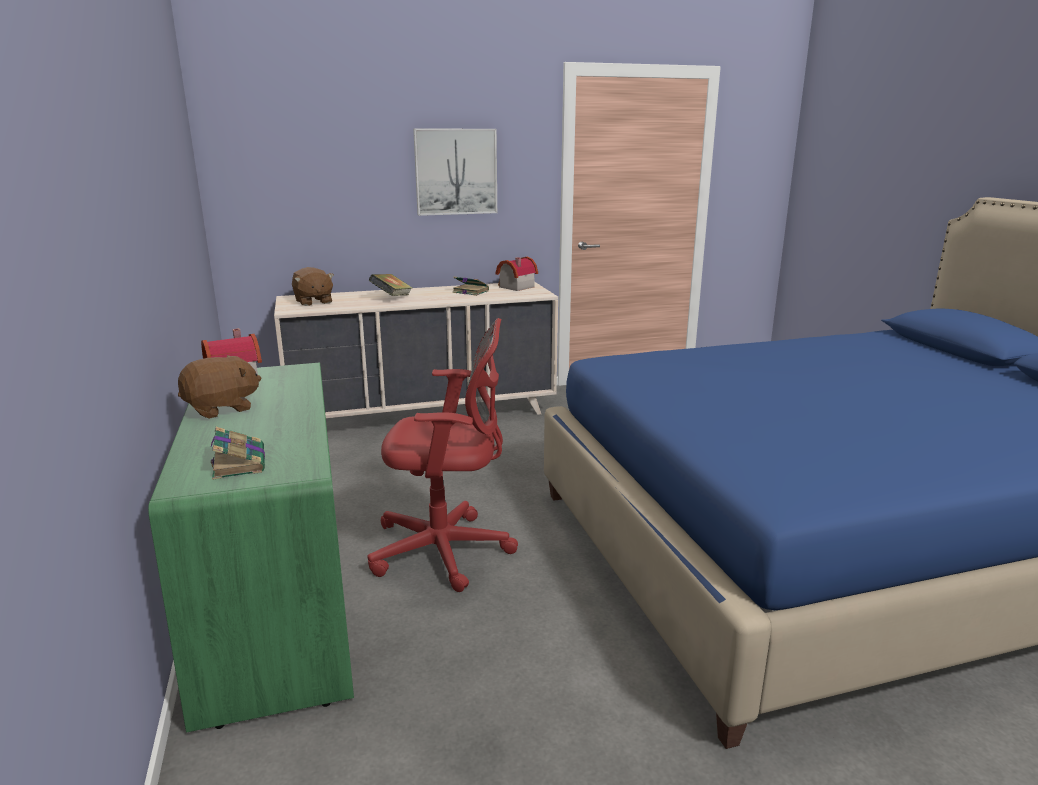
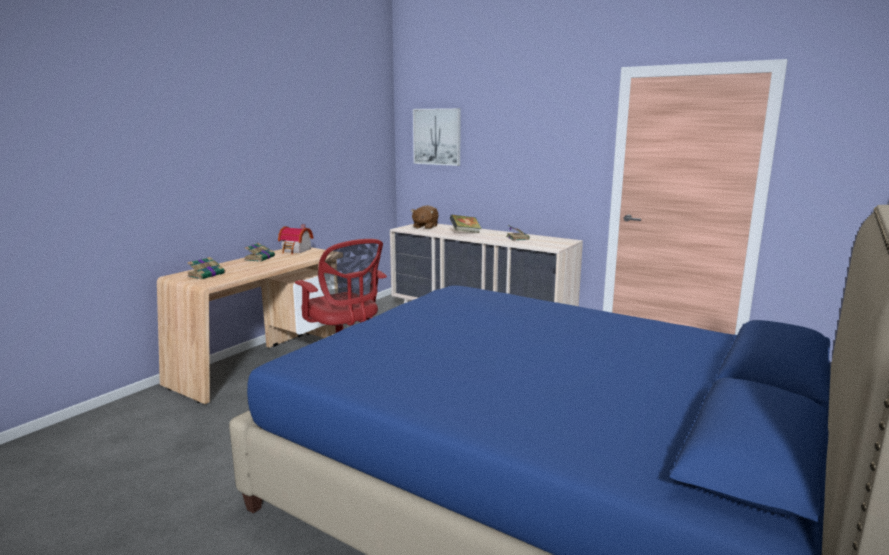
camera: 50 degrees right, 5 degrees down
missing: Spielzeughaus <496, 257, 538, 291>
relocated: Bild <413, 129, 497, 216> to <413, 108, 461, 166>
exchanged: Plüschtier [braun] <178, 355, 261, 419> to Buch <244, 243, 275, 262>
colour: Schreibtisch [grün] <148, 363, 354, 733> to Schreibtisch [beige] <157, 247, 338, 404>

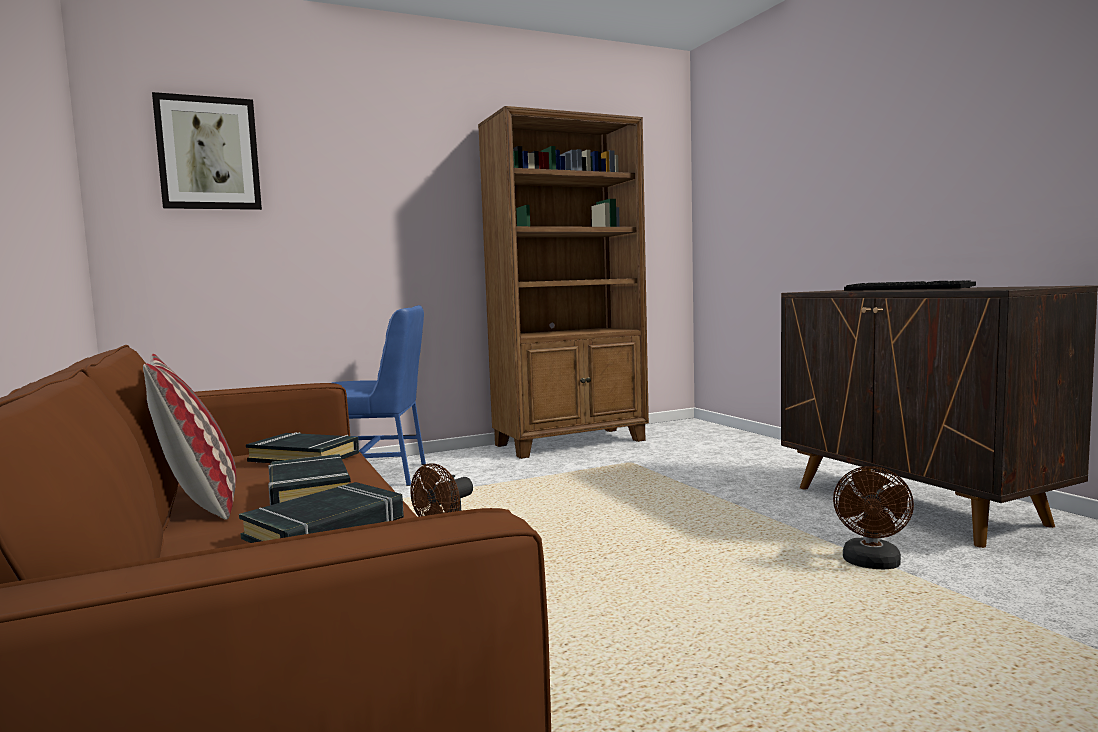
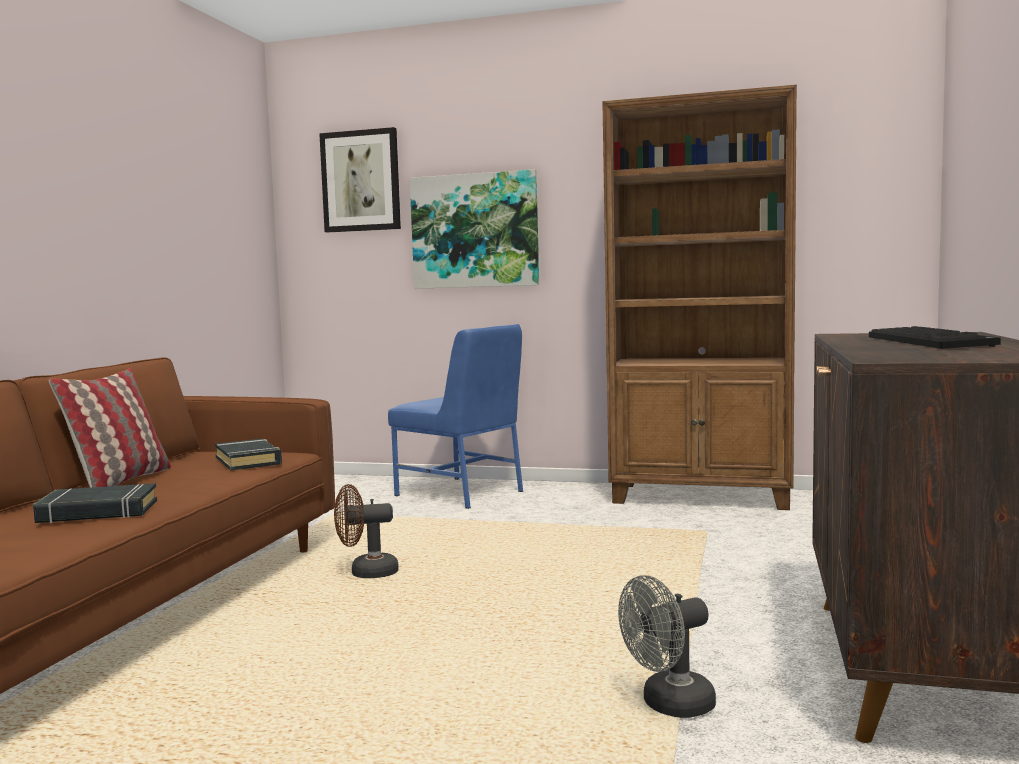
camera: 40 degrees right, 0 degrees up
missing: Buch [schwarz] <268, 454, 351, 505>
appeared: Bild <410, 169, 539, 289>
colour: Ventilator [braun] <833, 466, 914, 569> to Ventilator [grau] <618, 575, 716, 718>

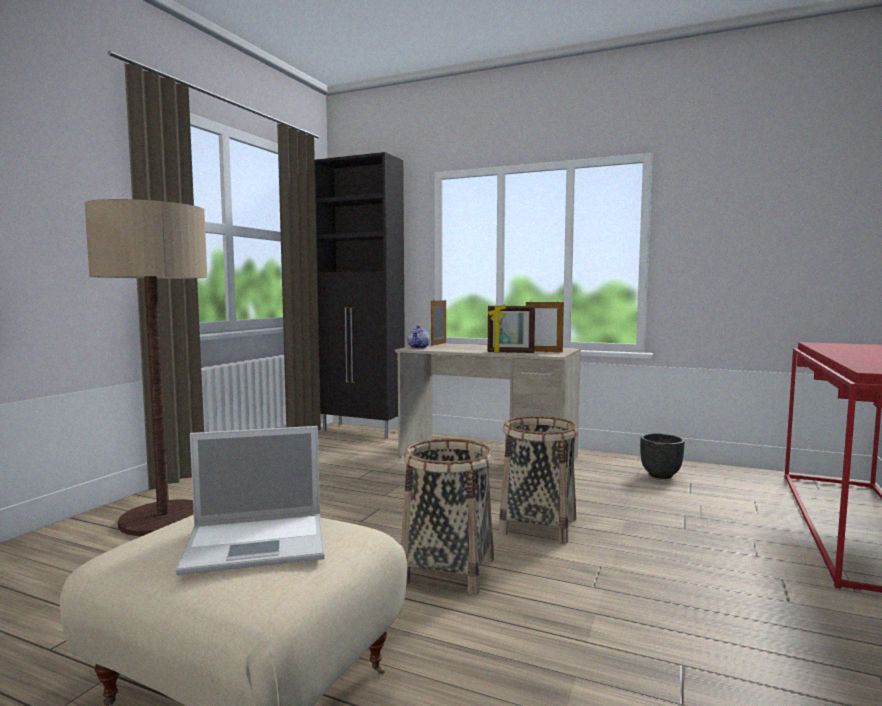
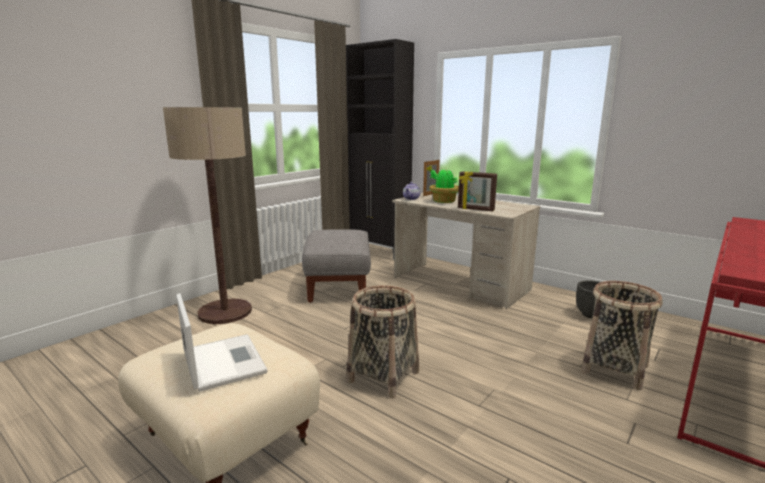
camera: 15 degrees right, 10 degrees up
missing: Bilderrahmen <526, 300, 564, 352>
appeared: Polsterhocker [grau] <302, 229, 371, 303>; Topfpflanze <426, 165, 459, 203>
relocated: Korb <499, 416, 578, 544> to <581, 281, 663, 390>
spun: Laptop <176, 426, 324, 575> = <176, 293, 268, 392> 120 degrees counterclockwise

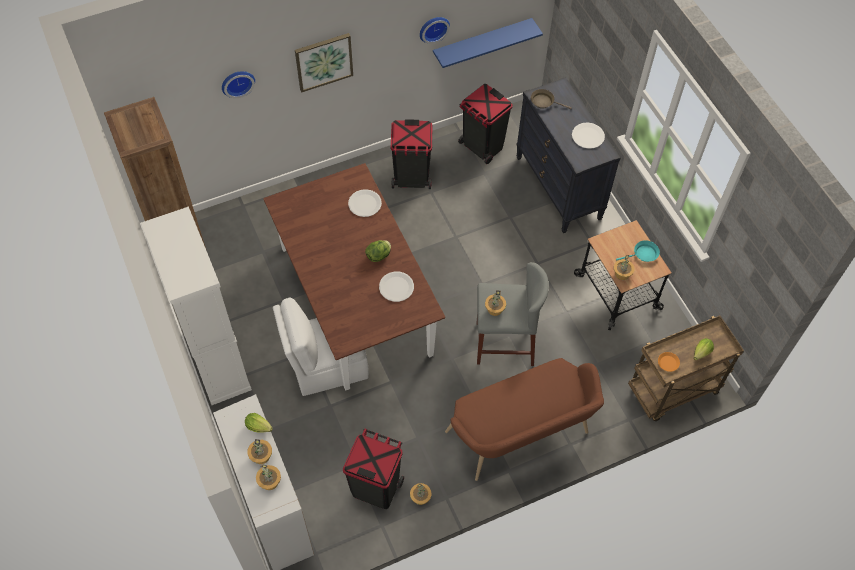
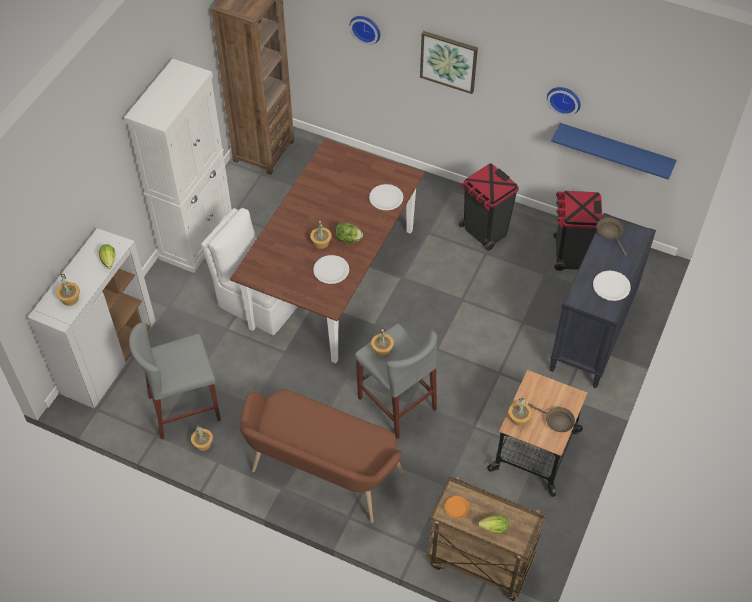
camera: 50 degrees right, 5 degrees down
relocated: Topfpflanze <247, 439, 272, 464> to <310, 219, 332, 249>
exchanged: Mülleimer [schwarz] <343, 429, 404, 509> to Hocker [grau] <129, 322, 221, 439>
colour: Pfanne [türkis] <616, 240, 660, 262> to Pfanne [braun] <527, 403, 575, 432>

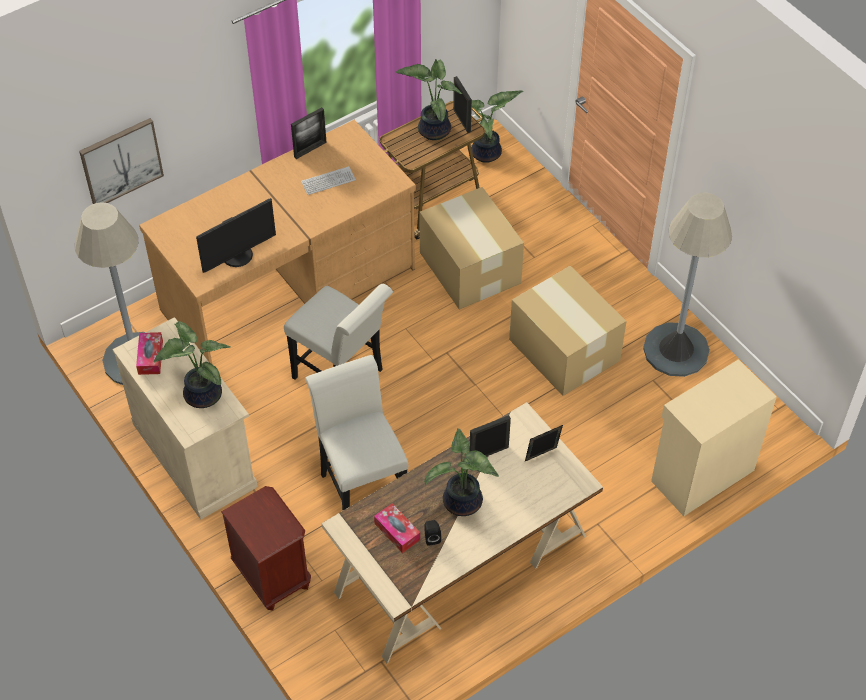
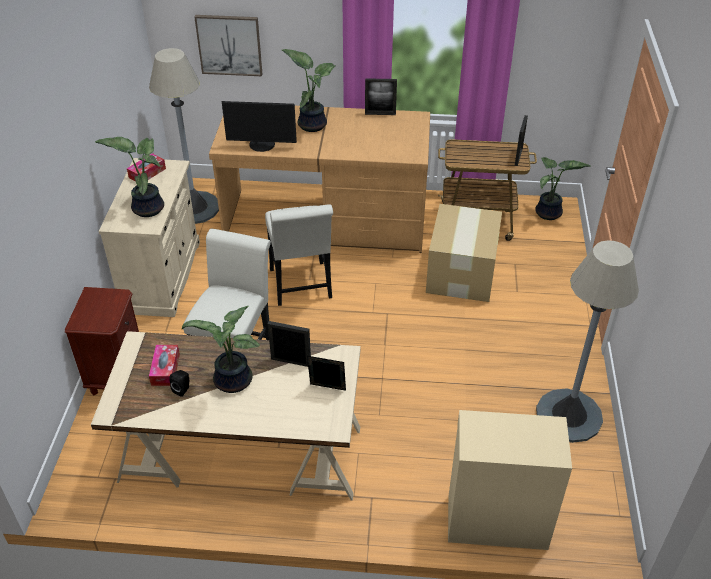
camera: 40 degrees right, 10 degrees down
missing: Tastatur <301, 166, 356, 195>; Karton <509, 266, 627, 396>
relocated: Topfpflanze <395, 59, 462, 140> to <282, 49, 336, 132>

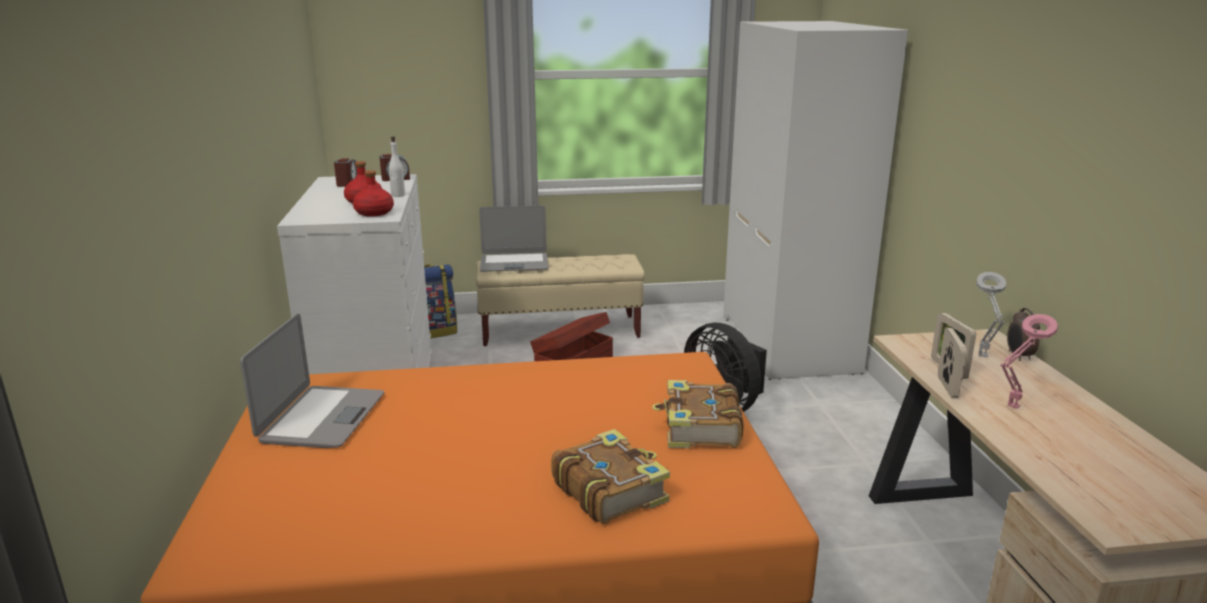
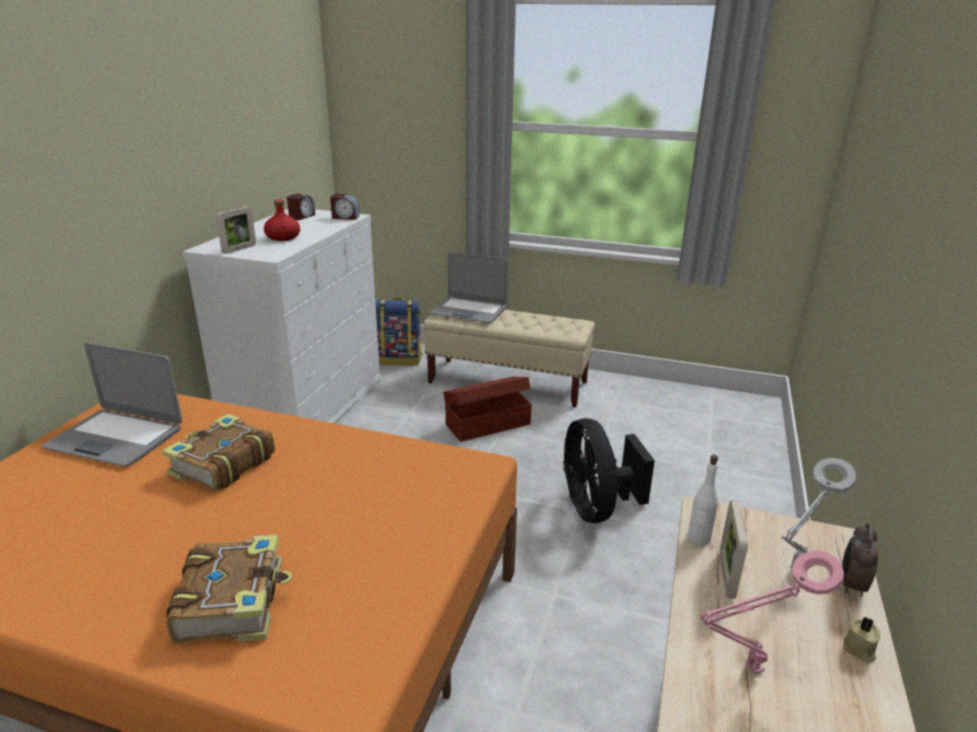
camera: 25 degrees right, 5 degrees up
missing: Flasche [rot] <353, 170, 394, 217>; Kleiderschrank [weiß] <723, 21, 908, 380>
appeared: Kerze [beige] <843, 617, 880, 663>
relocated: Flasche [weiß] <389, 136, 405, 197> to <687, 455, 718, 545>; Buch <652, 380, 744, 448> to <162, 414, 275, 492>; Bilderrahmen <938, 328, 967, 398> to <216, 207, 256, 254>
spun: Laptop <240, 314, 384, 448> = <42, 343, 182, 467> 75 degrees clockwise

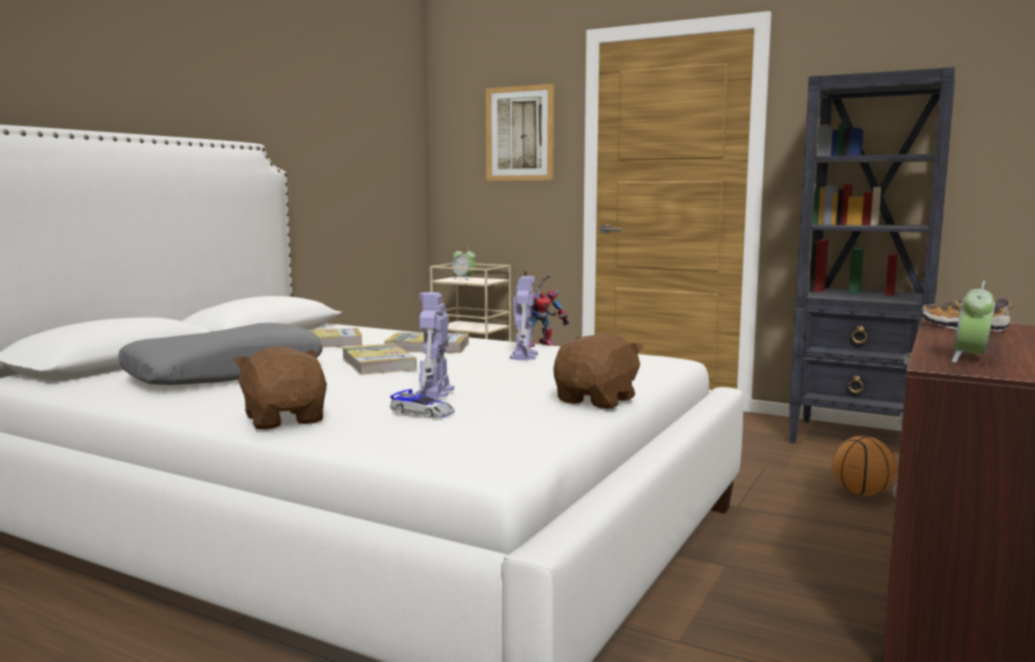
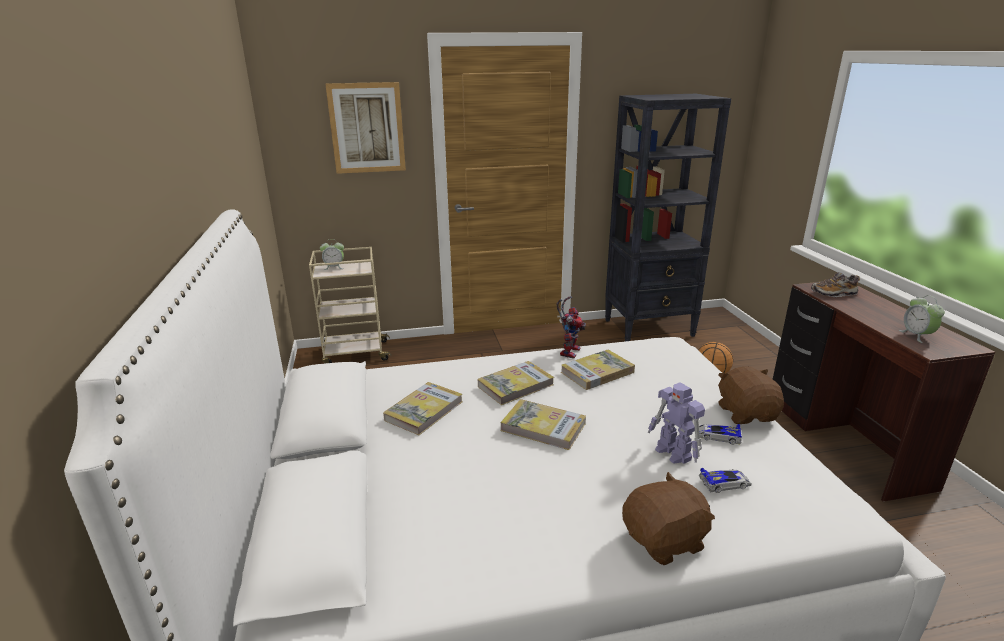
camera: 40 degrees left, 15 degrees up
missing: Kissen [grau] <118, 323, 323, 385>
appeared: Spielzeugauto <699, 424, 742, 445>
exchanged: Spielzeugroboter <510, 276, 538, 360> to Buch <561, 350, 635, 390>
spun: Plüschtier [braun] <233, 346, 327, 430> = <622, 472, 715, 565> 135 degrees clockwise

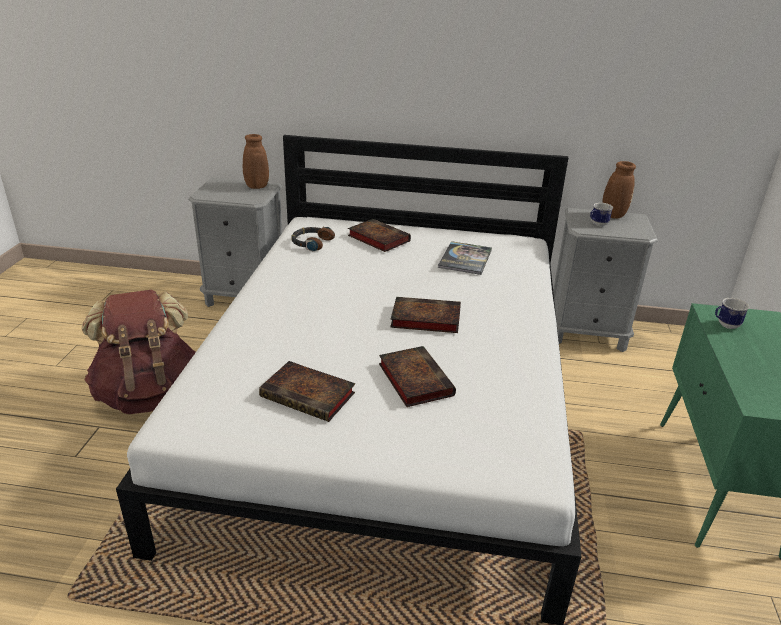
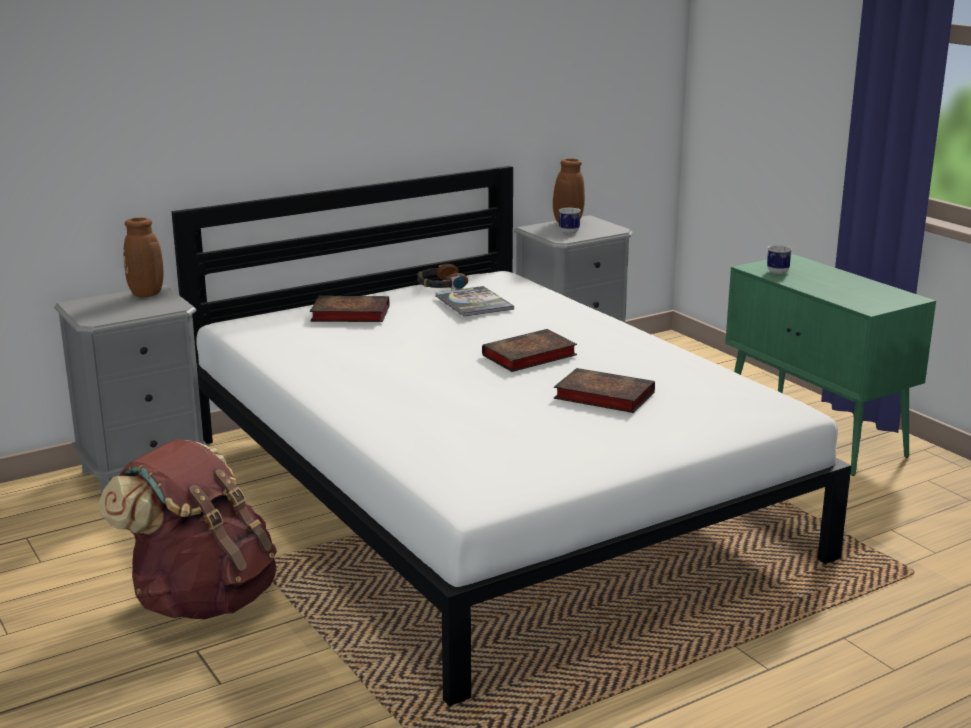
camera: 40 degrees left, 10 degrees down
missing: Buch <259, 361, 355, 422>
relocated: Kopfhörer <291, 227, 335, 251> to <417, 263, 468, 290>

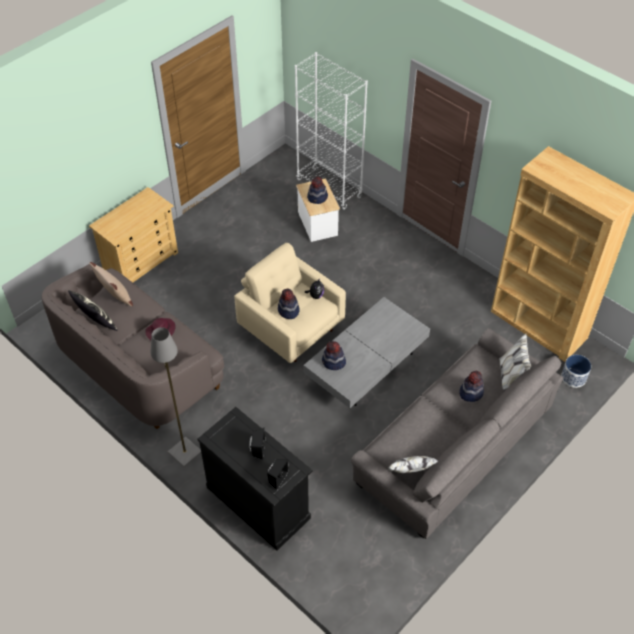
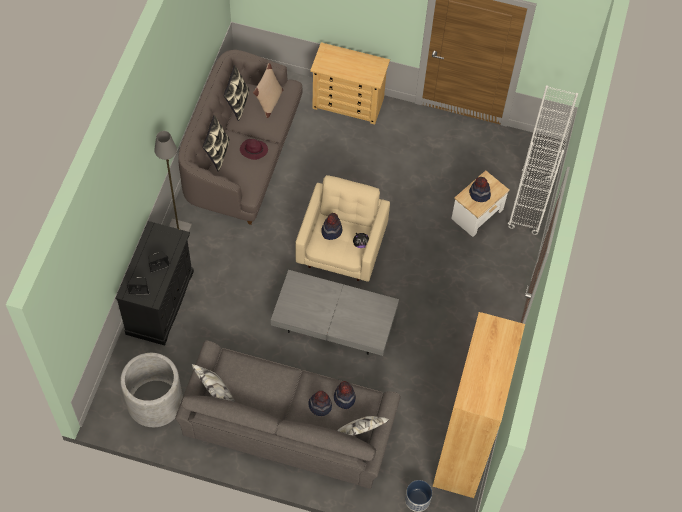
camera: 60 degrees right, 10 degrees up
appeared: Pflanzkübel [grau] <120, 353, 183, 427>; Kissen <202, 115, 230, 172>
relocated: Hut <322, 341, 346, 370> to <334, 381, 356, 409>

